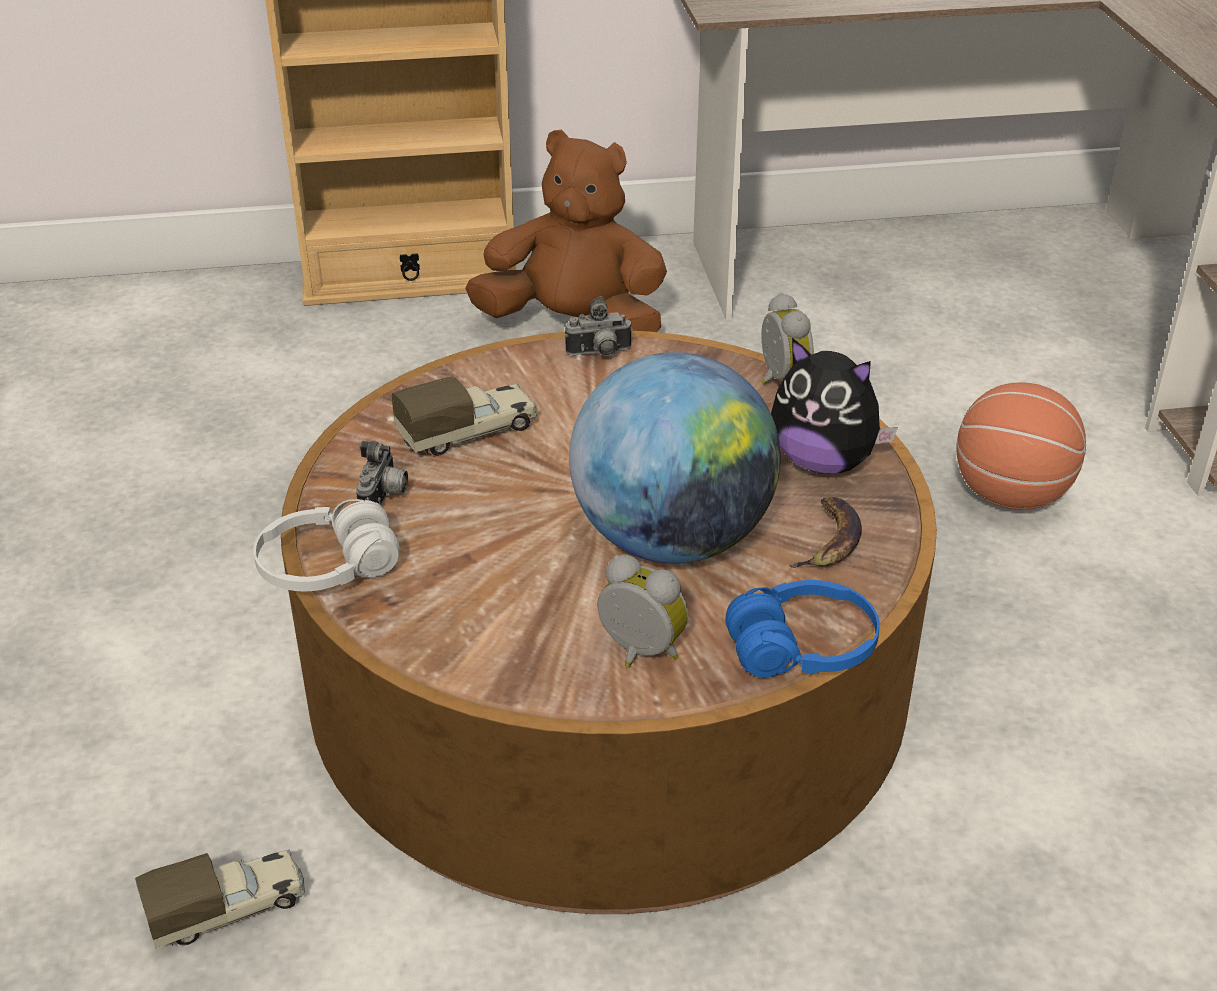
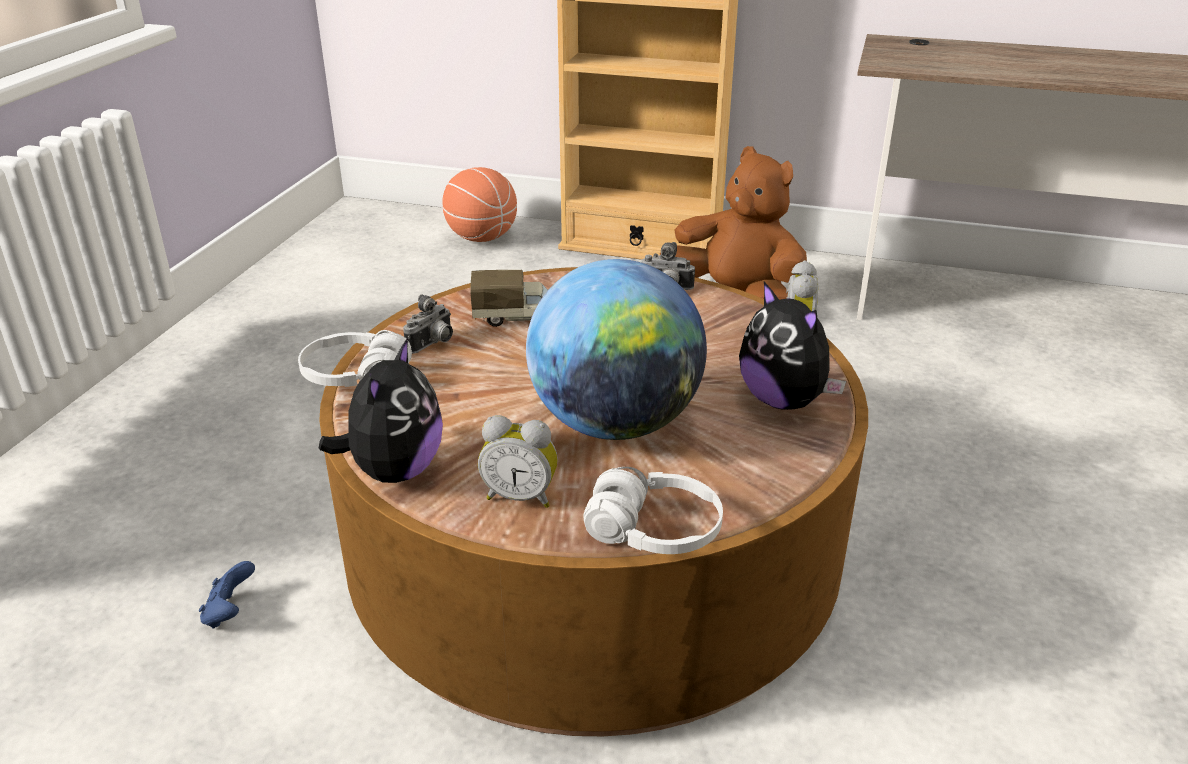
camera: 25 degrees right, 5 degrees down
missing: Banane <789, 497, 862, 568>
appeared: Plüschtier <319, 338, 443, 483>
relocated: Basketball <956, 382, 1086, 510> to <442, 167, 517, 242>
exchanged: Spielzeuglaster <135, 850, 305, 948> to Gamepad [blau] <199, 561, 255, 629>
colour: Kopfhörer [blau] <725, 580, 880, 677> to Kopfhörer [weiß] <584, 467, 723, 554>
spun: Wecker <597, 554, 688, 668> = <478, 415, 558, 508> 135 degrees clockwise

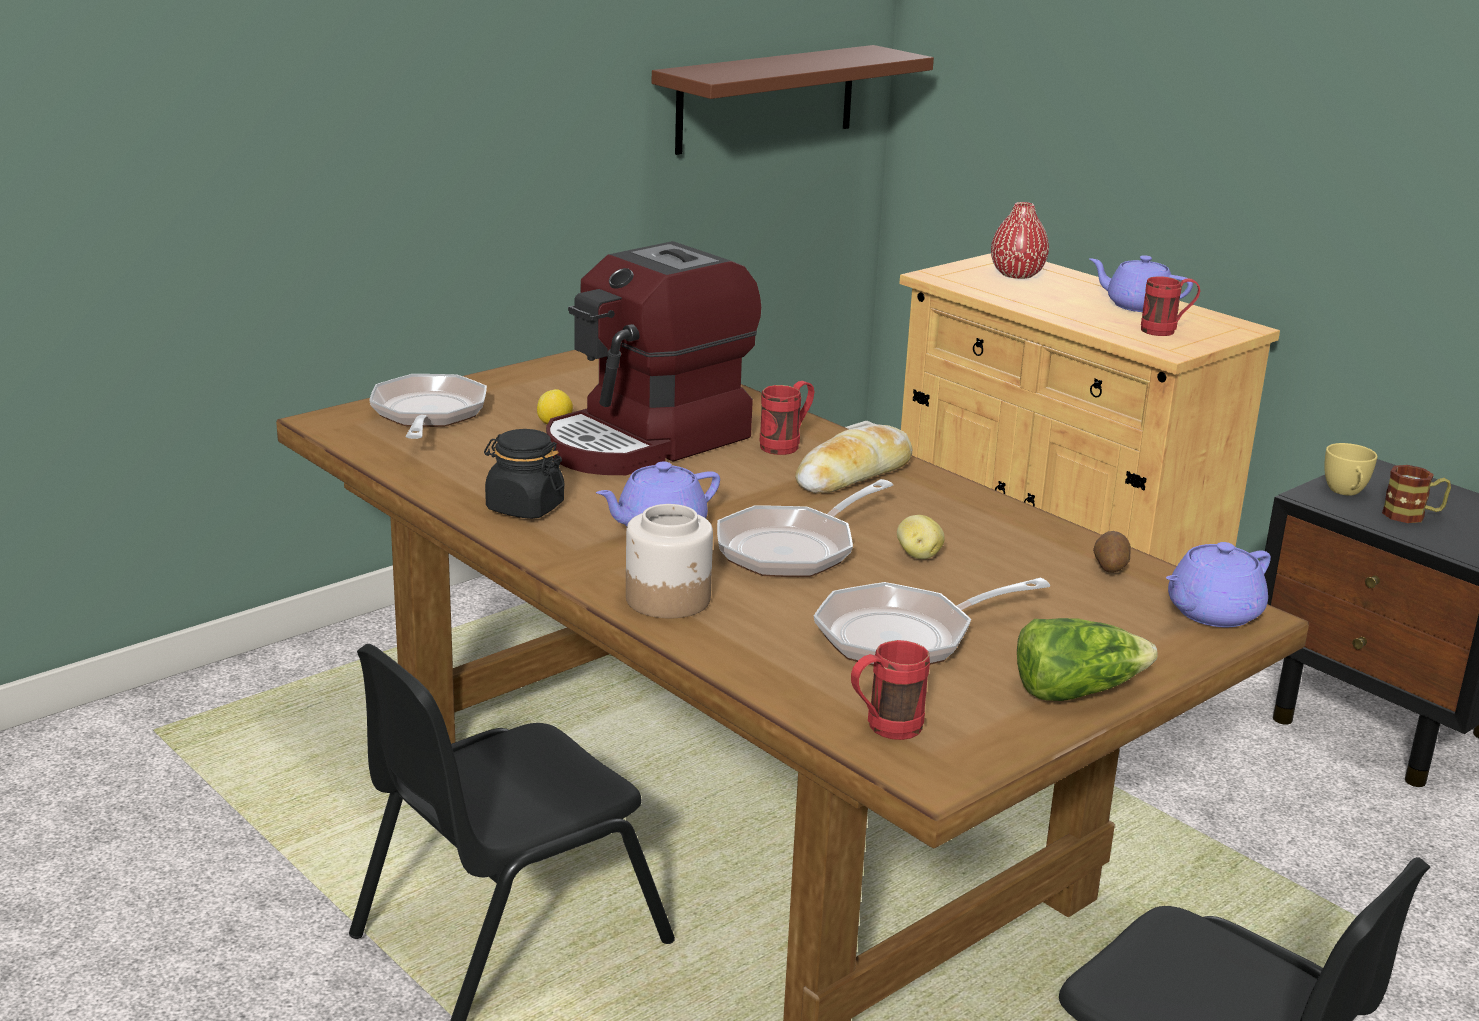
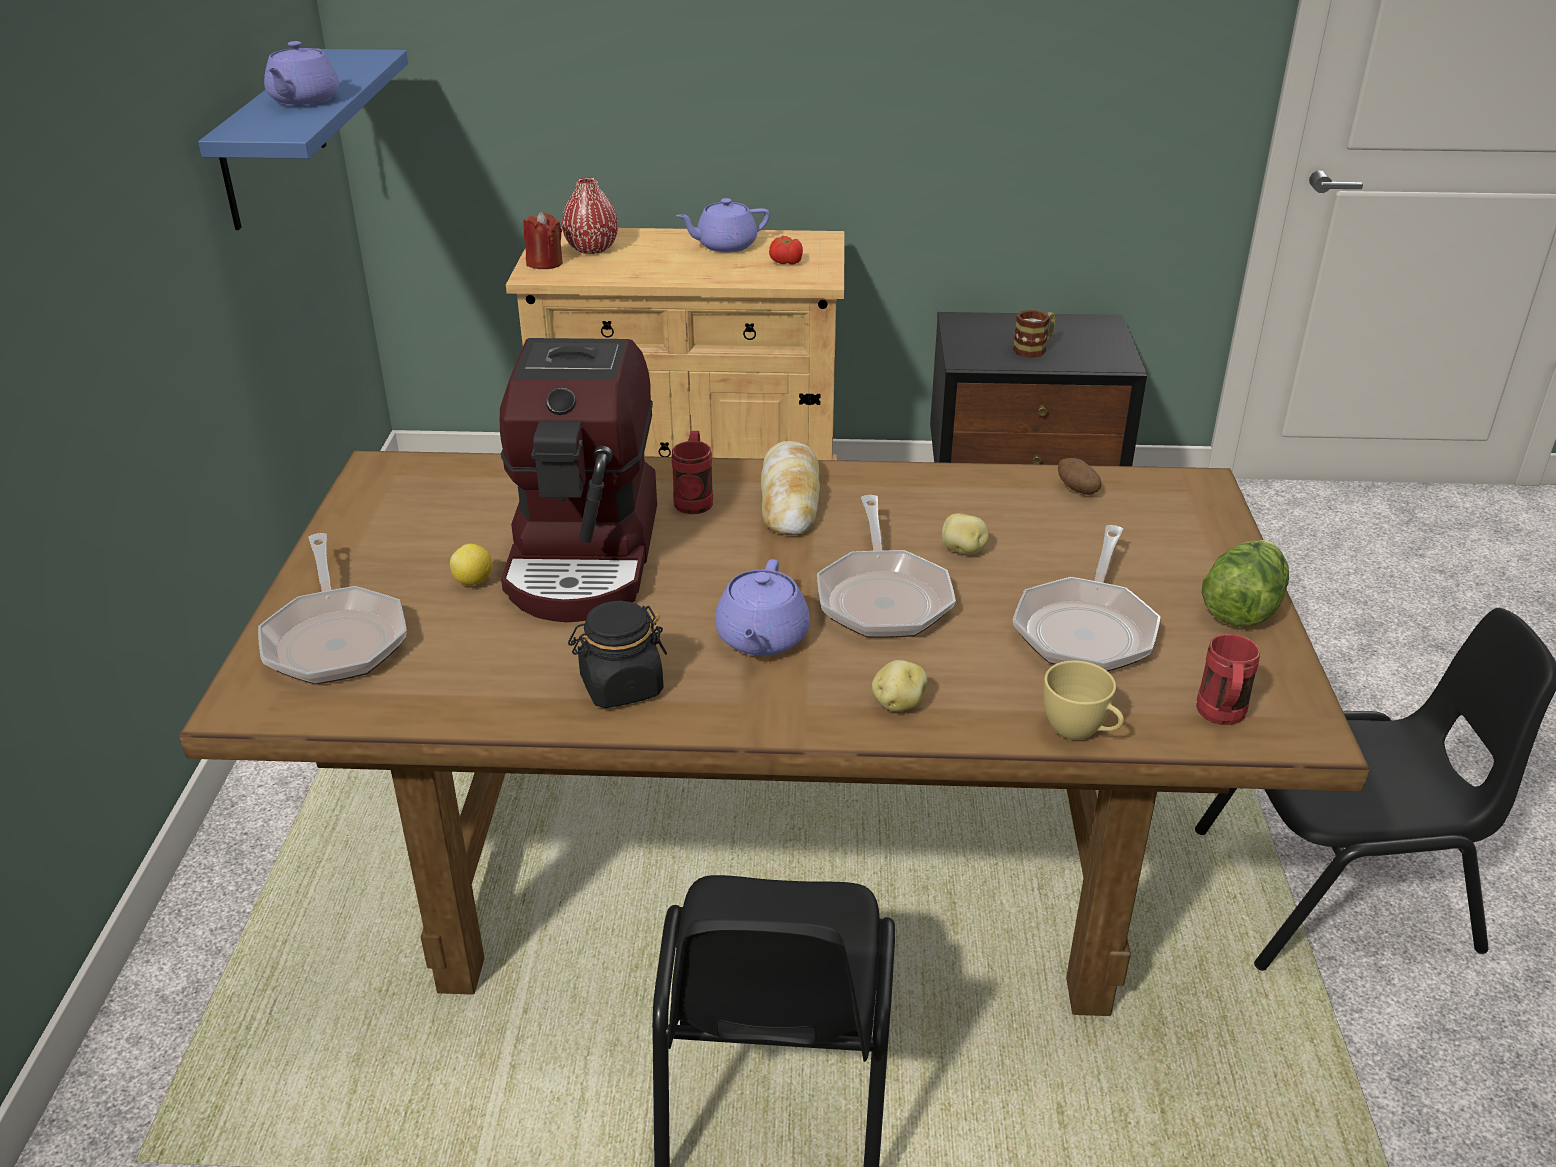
camera: 45 degrees left, 10 degrees up
appeared: Kerze [rot] <523, 212, 563, 269>
relocated: Teekanne [lila] <1166, 542, 1271, 627> to <264, 41, 339, 106>; Tasse [gelb] <1324, 443, 1377, 496> to <1044, 660, 1124, 740>
exchanged: Vorratsglas <626, 504, 713, 618> to Kartoffel <872, 660, 927, 711>; Henkelbecher [rot] <1141, 277, 1200, 336> to Tomate <769, 236, 803, 265>
colour: Wandregal [braun] <652, 45, 934, 155> to Wandregal [blau] <198, 49, 408, 230>
spun: Pfanne <369, 374, 487, 439> = <258, 533, 407, 685> 150 degrees counterclockwise

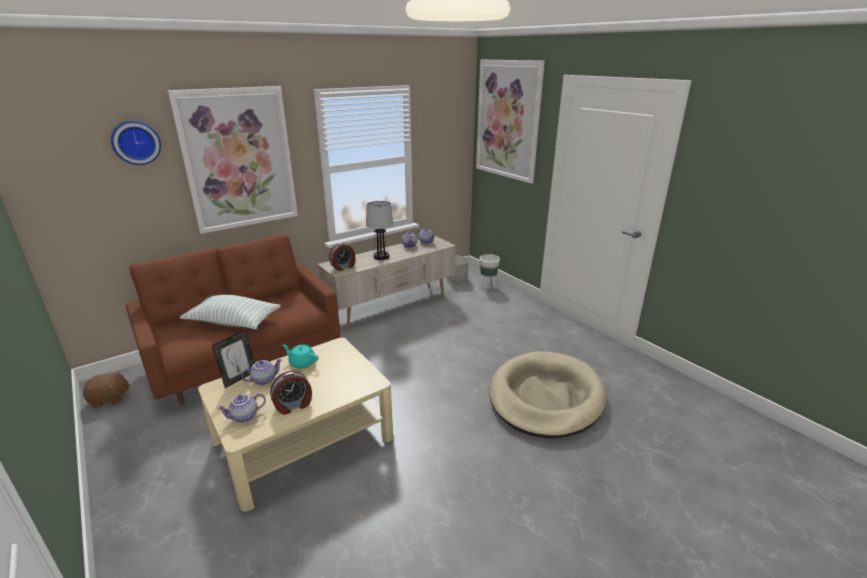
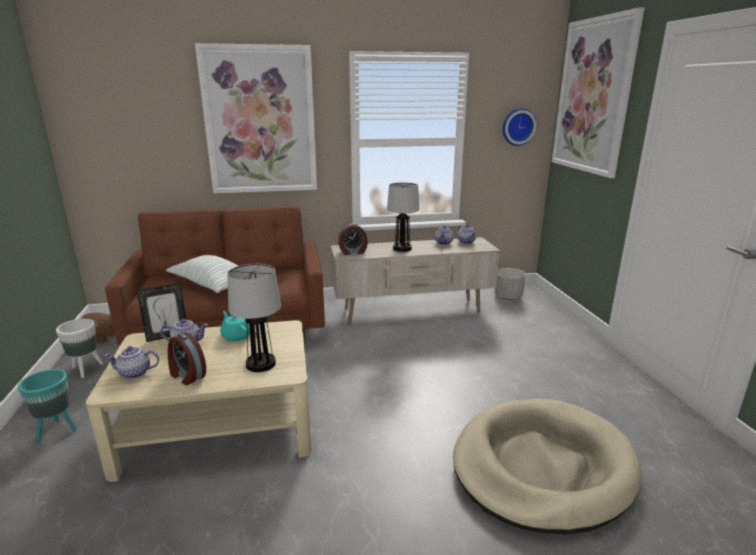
camera: 25 degrees right, 5 degrees down
appeared: Pflanzkübel [türkis] <18, 369, 77, 442>; Tischlampe <227, 264, 281, 372>
relocated: Wanduhr <111, 121, 161, 165> to <502, 108, 536, 146>; Pflanzkübel [weiß] <479, 254, 500, 289> to <56, 319, 103, 378>
spun: Wecker <270, 371, 312, 415> = <168, 332, 206, 385> 45 degrees clockwise

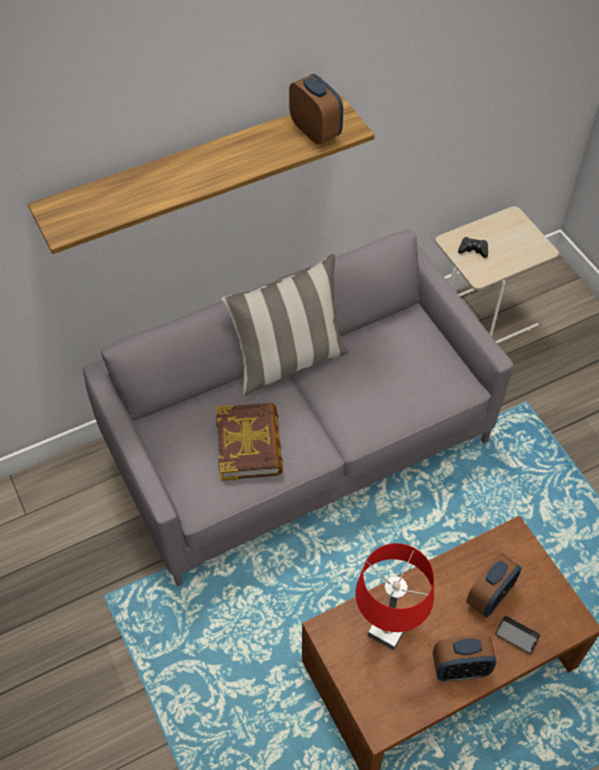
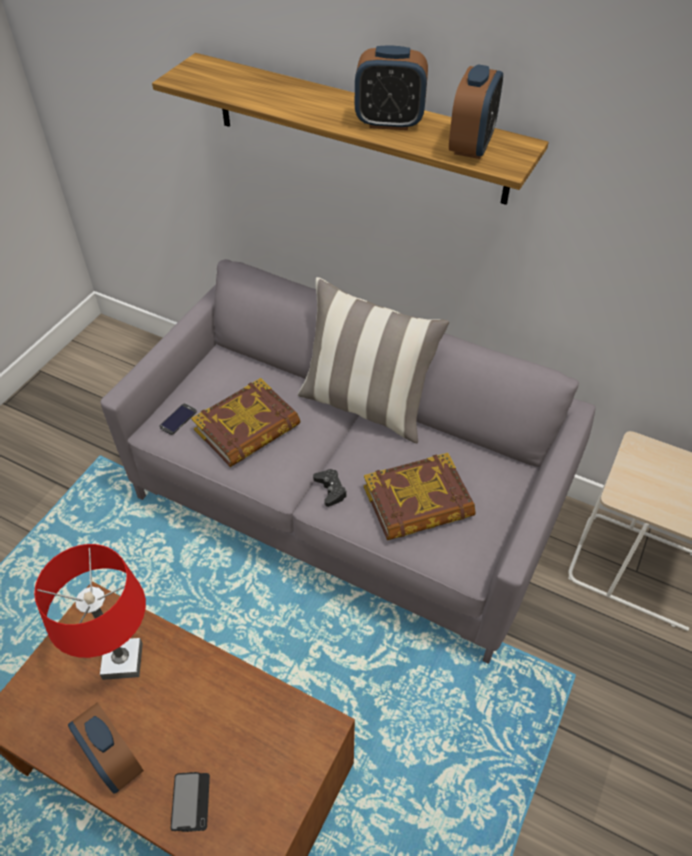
camera: 55 degrees right, 5 degrees down
appeared: Handy <159, 403, 197, 435>; Buch <364, 453, 475, 540>
relocated: Gamepad [schwarz] <458, 237, 488, 258> to <313, 469, 347, 507>; Wecker <466, 552, 522, 617> to <355, 46, 428, 130>

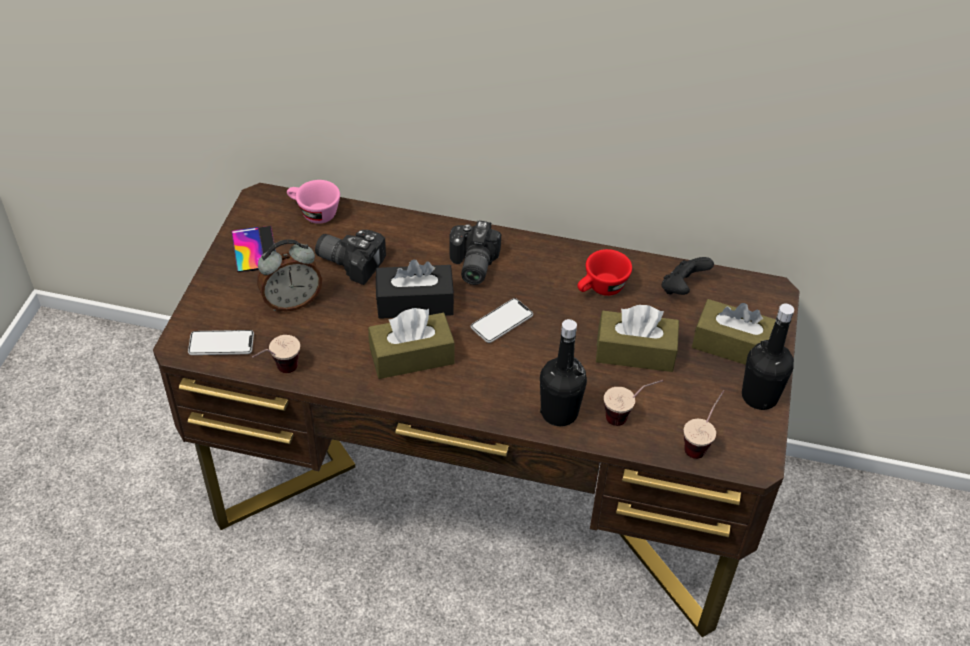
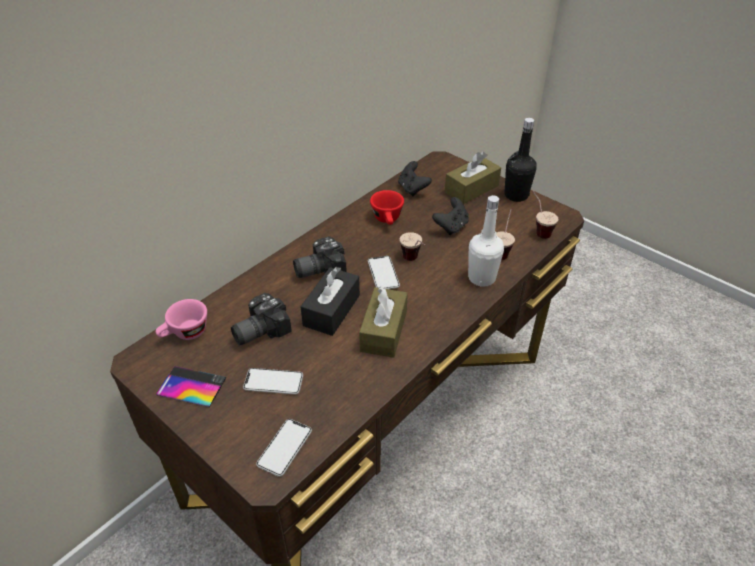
camera: 60 degrees left, 5 degrees down
relocated: Tasse <252, 335, 300, 373> to <400, 232, 425, 261>
exchanged: Wecker <257, 239, 322, 312> to Handy <243, 368, 303, 394>; Taschentuchbox [braun] <596, 305, 679, 372> to Gamepad [schwarz] <432, 197, 469, 235>
colour: Flasche [schwarz] <540, 319, 587, 426> to Flasche [weiß] <468, 195, 504, 287>
spun: Kamera <449, 221, 501, 285> = <293, 236, 347, 278> 120 degrees clockwise

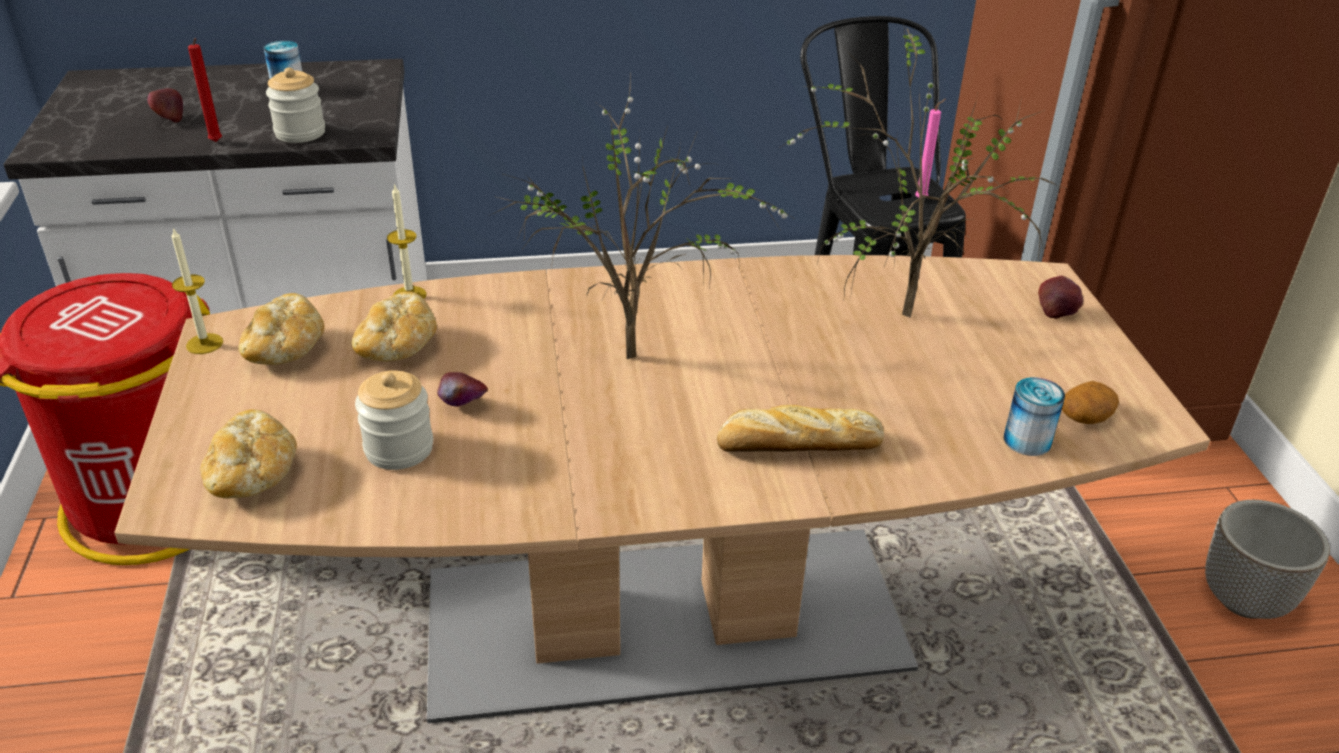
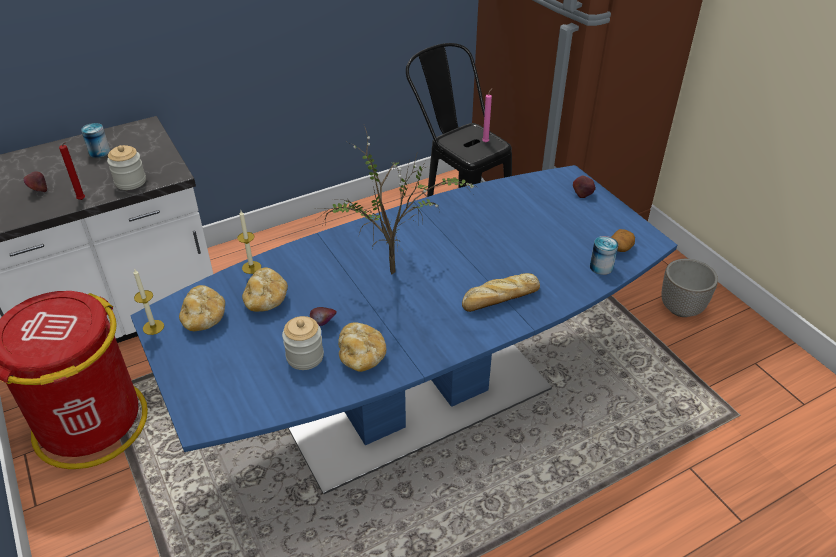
camera: 20 degrees left, 5 degrees up
missing: Topfpflanze <781, 28, 1065, 318>
relocated: Brot <200, 409, 297, 498> to <338, 322, 386, 372>
colour: Esstisch [braun] <114, 255, 1210, 723> to Esstisch [blau] <130, 165, 677, 495>

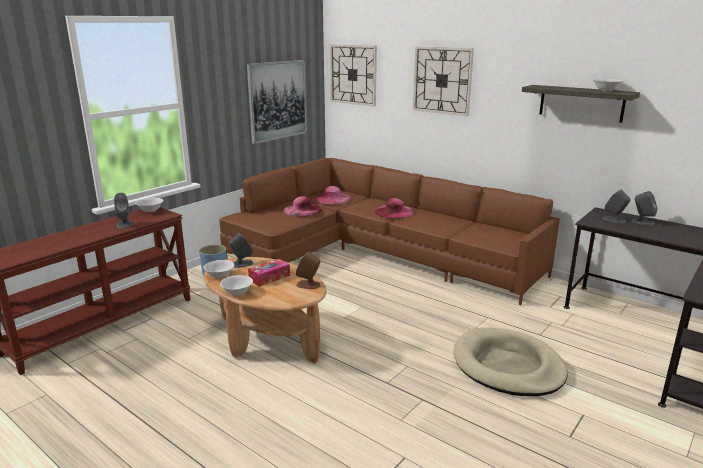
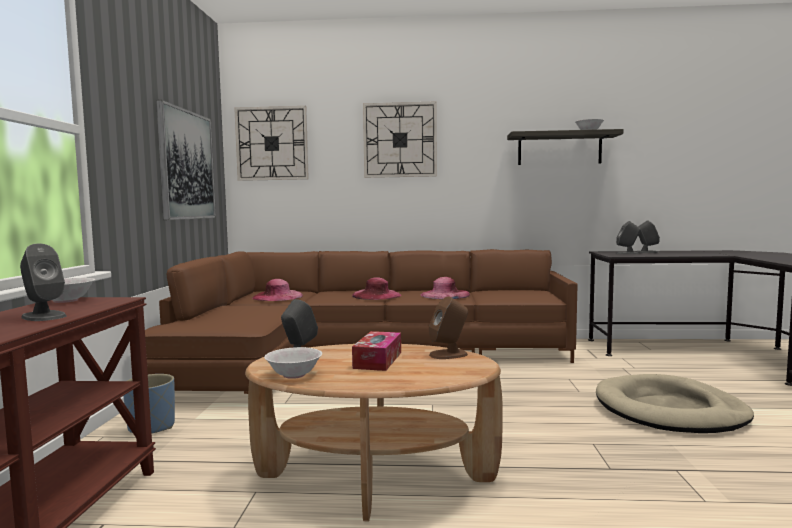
camera: 35 degrees left, 15 degrees down
missing: Schüssel [weiß] <220, 275, 253, 295>
relocated: Hut [rosa] <283, 196, 322, 216> to <421, 277, 470, 299>

